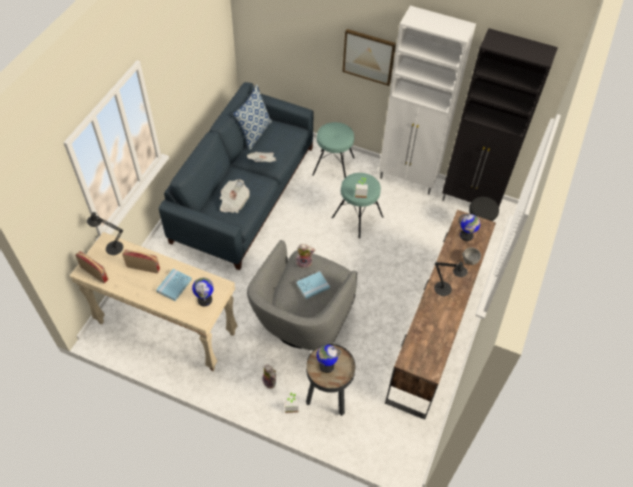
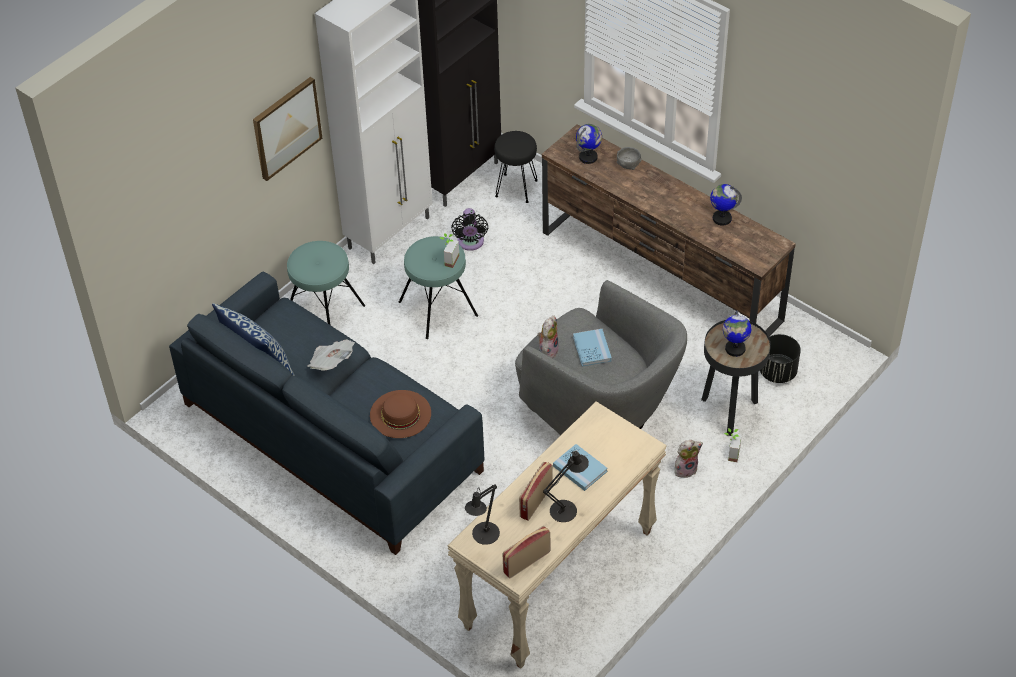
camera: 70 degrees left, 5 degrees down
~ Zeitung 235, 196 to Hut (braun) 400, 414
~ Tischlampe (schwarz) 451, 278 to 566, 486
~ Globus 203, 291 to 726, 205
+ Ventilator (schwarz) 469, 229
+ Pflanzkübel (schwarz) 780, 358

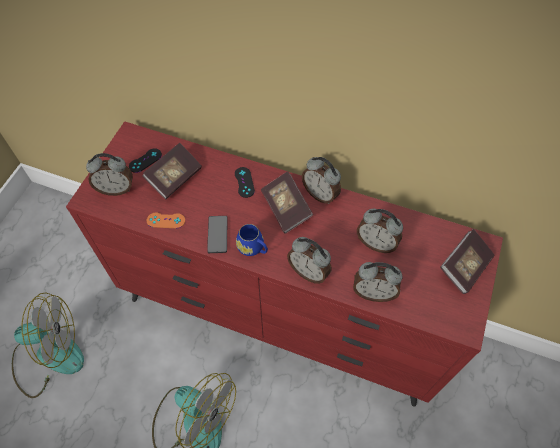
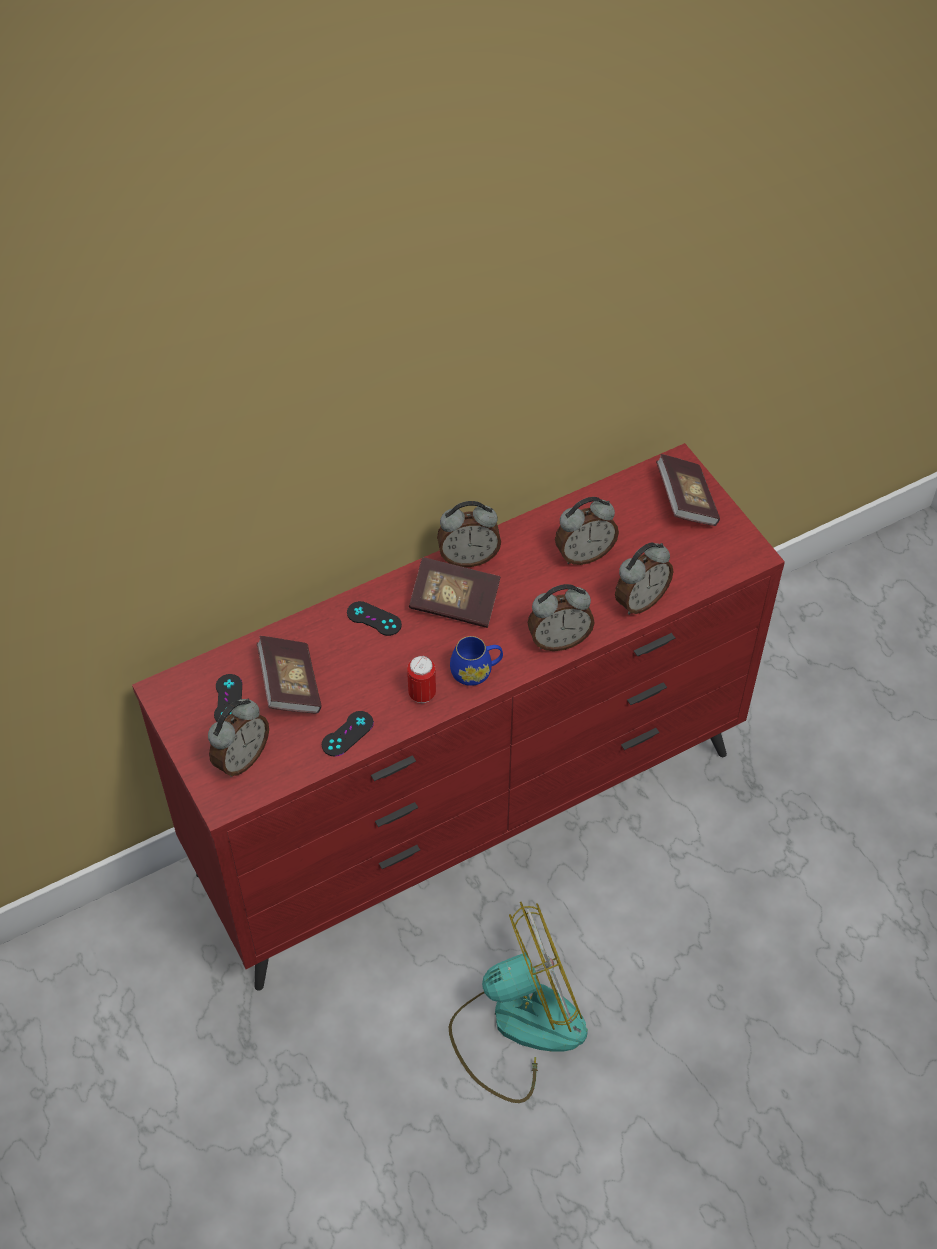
camera: 50 degrees left, 5 degrees down
~ Gamepad (orange) 166, 220 to Gamepad (schwarz) 348, 734
~ Handy 217, 234 to Dose 421, 679
- Ventilator 48, 345

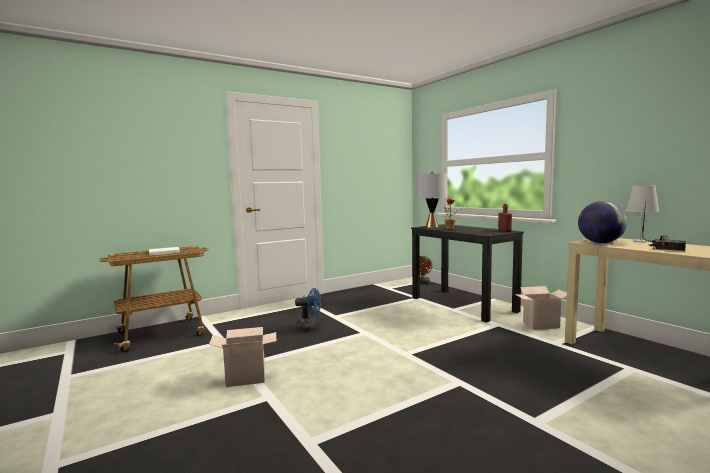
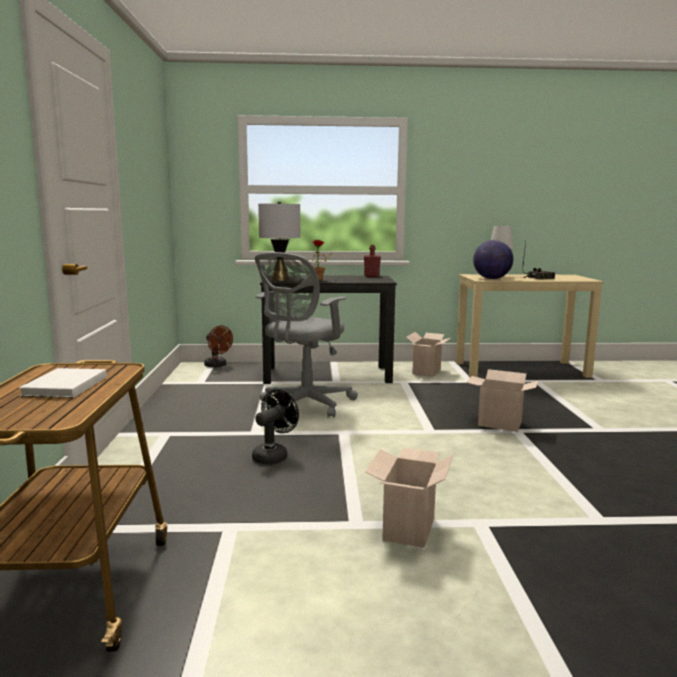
camera: 60 degrees left, 5 degrees up
~ Ventilator (blau) 308, 309 to Ventilator (schwarz) 275, 427
+ Bürostuhl (grau) 306, 335
+ Karton 502, 400

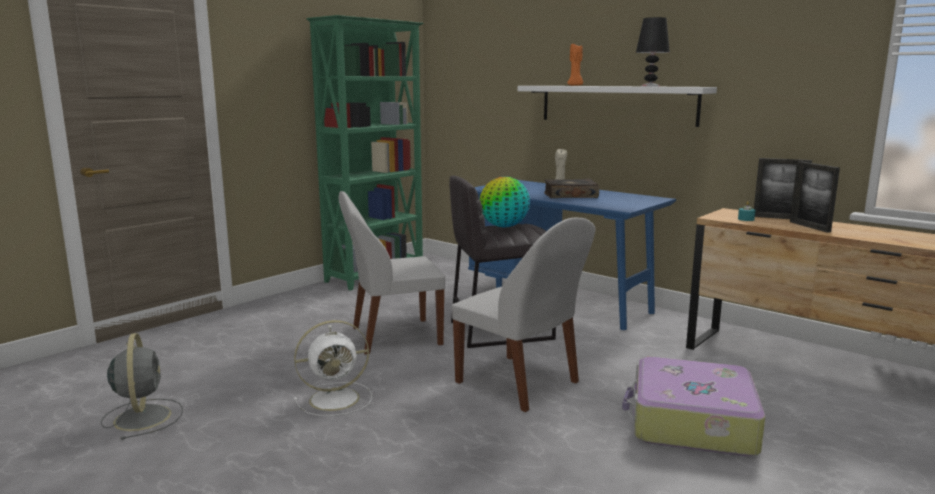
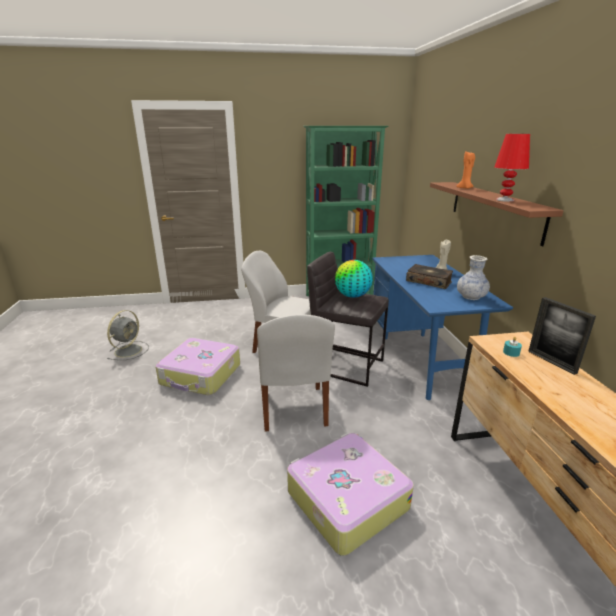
camera: 40 degrees right, 10 degrees up
~ Tischlampe (schwarz) 653, 52 to Tischlampe (rot) 512, 168
~ Wandregal (weiß) 617, 106 to Wandregal (braun) 497, 214
- Bilderrahmen 815, 197
~ Ventilator (weiß) 333, 368 to Koffer 197, 366
+ Vase 473, 277

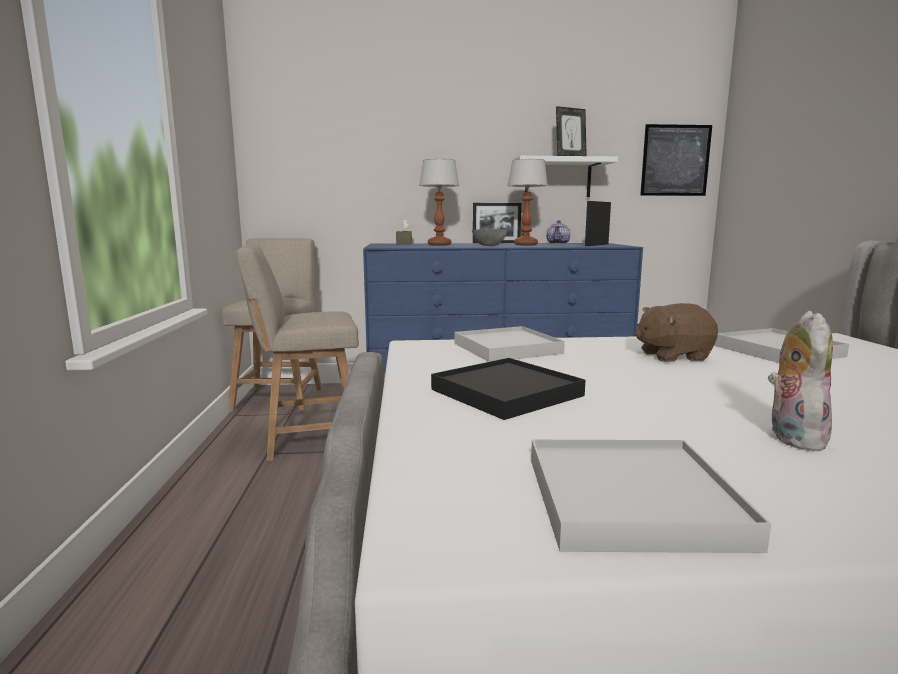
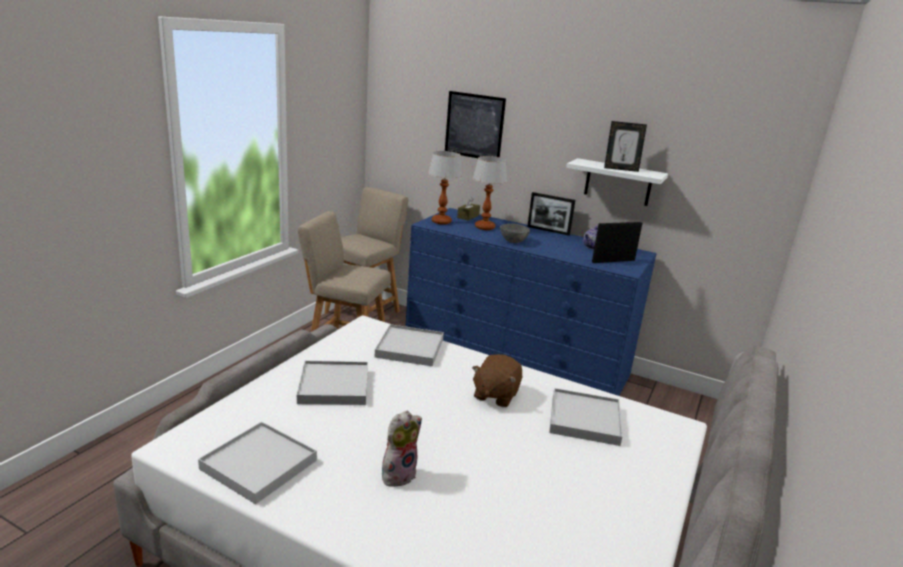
camera: 30 degrees right, 10 degrees up
~ Bild 676, 160 to 475, 124
~ Tischlampe 528, 202 to 445, 188
~ Plüschtier (braun) 676, 332 = 497, 380 90 degrees counterclockwise
~ Tablett (schwarz) 508, 389 to Tablett (weiß) 332, 383

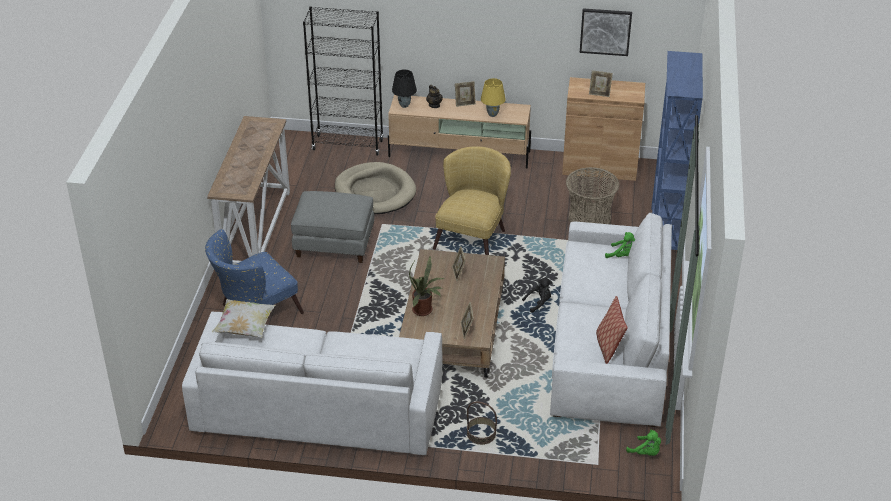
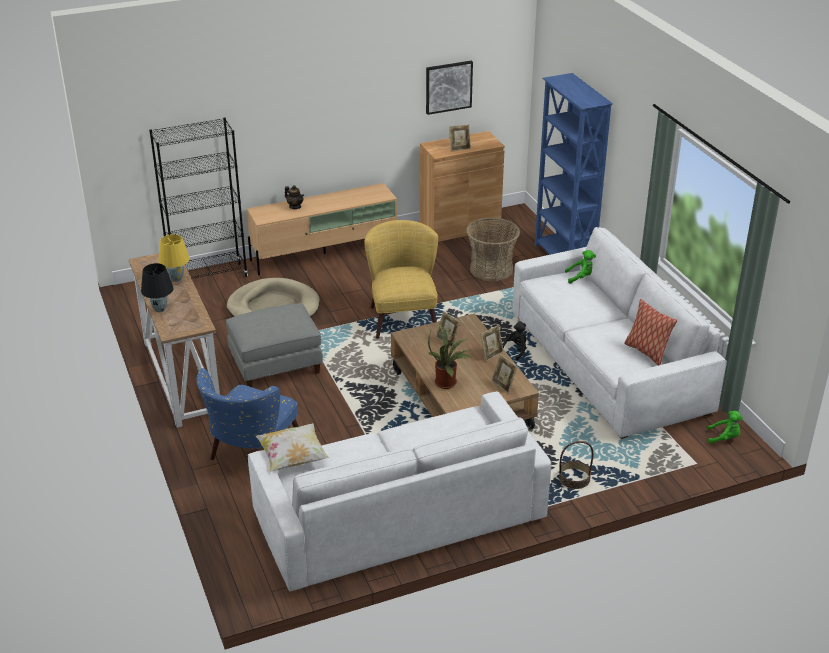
camera: 30 degrees left, 5 degrees down
~ Tischlampe (schwarz) 404, 88 to 157, 287
~ Tischlampe (gelb) 493, 97 to 174, 258
~ Bilderrahmen 465, 94 to 492, 343

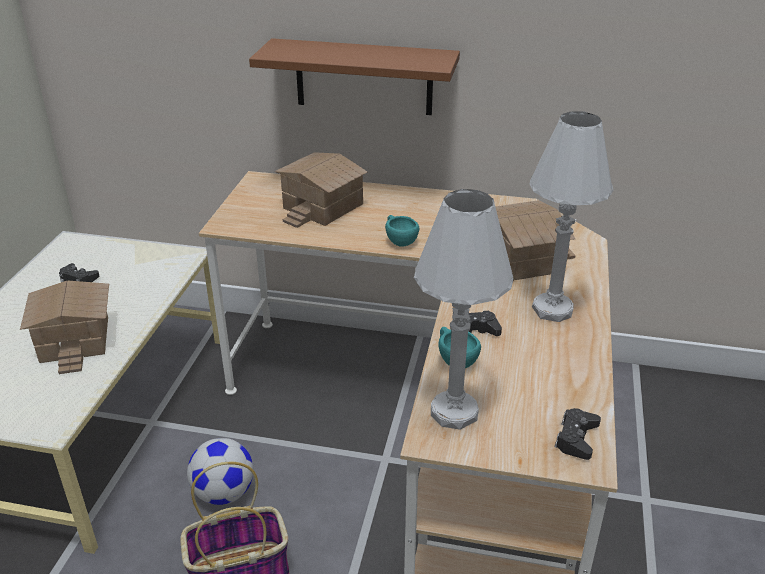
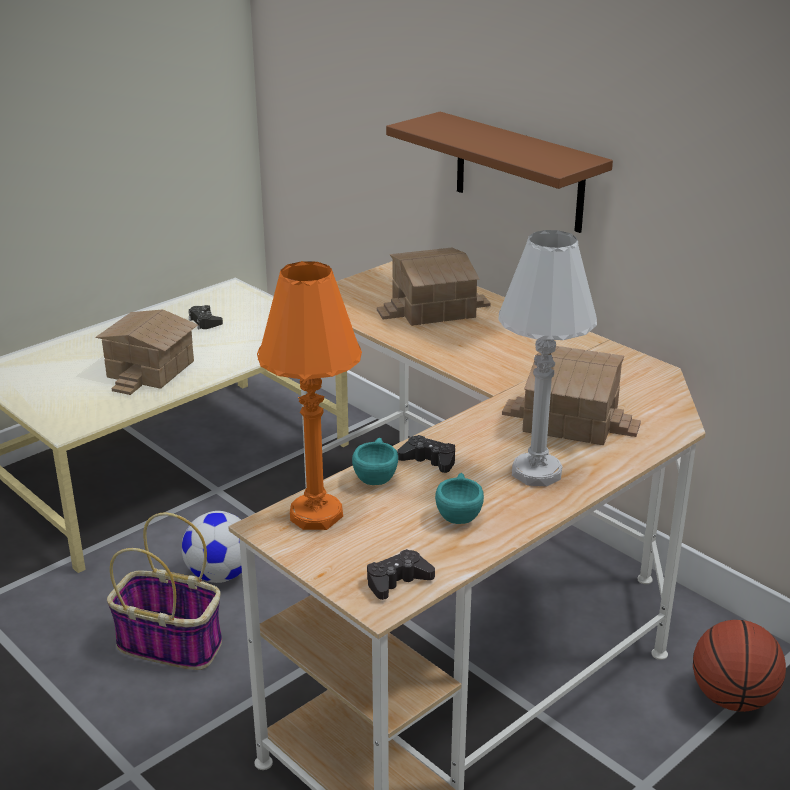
camera: 35 degrees right, 5 degrees down
~ Tischlampe (weiß) 464, 309 to Tischlampe (orange) 309, 395
~ Tasse (türkis) 402, 231 to 459, 498
+ Basketball 739, 666

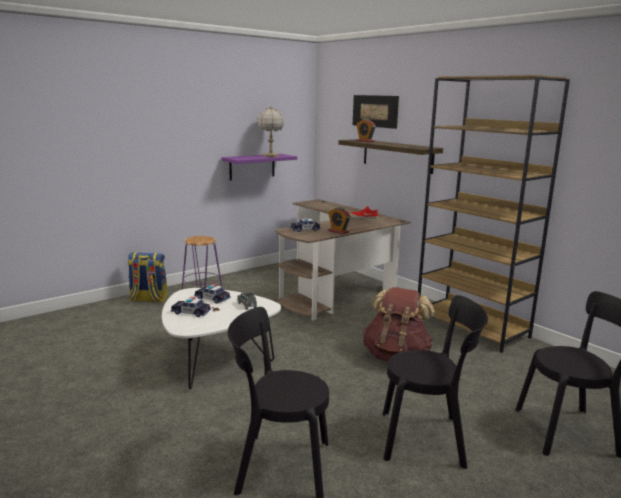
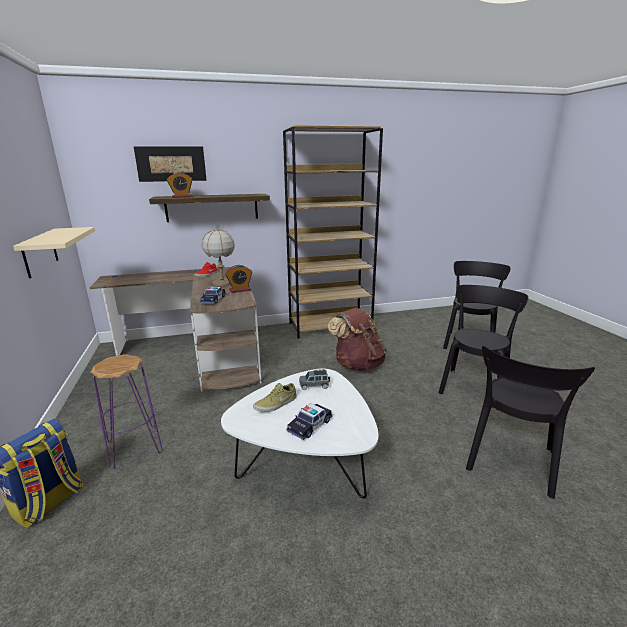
camera: 65 degrees left, 5 degrees up
~ Tischlampe 270, 132 to 218, 256
~ Wandregal (lila) 259, 167 to Wandregal (beige) 54, 253
~ Spielzeugauto 212, 293 to Schuh (beige) 275, 397

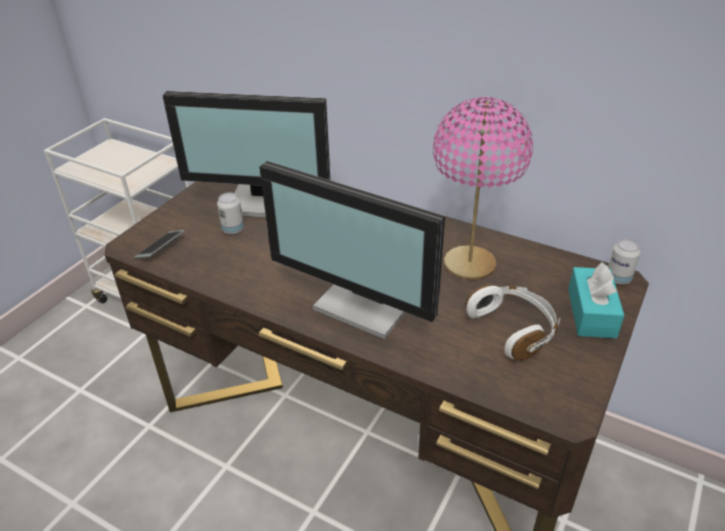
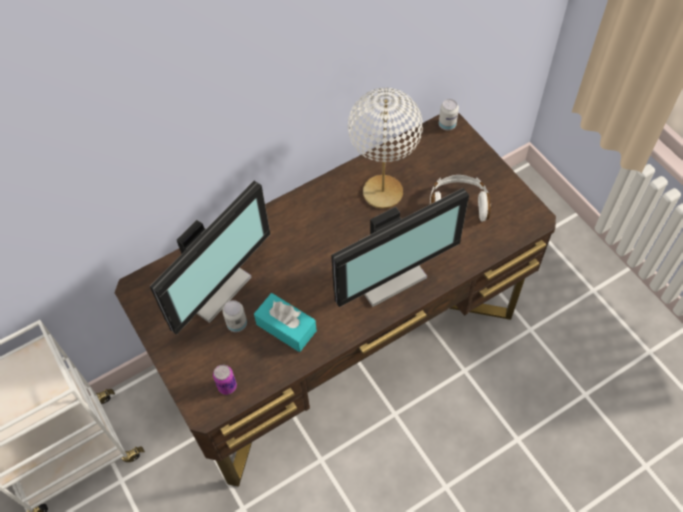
camera: 60 degrees left, 20 degrees up
~ Tischlampe (rosa) 483, 188 to Tischlampe (weiß) 385, 148
~ Handy 159, 244 to Dose 225, 380
~ Taschentuchbox (türkis) 596, 300 to 285, 322

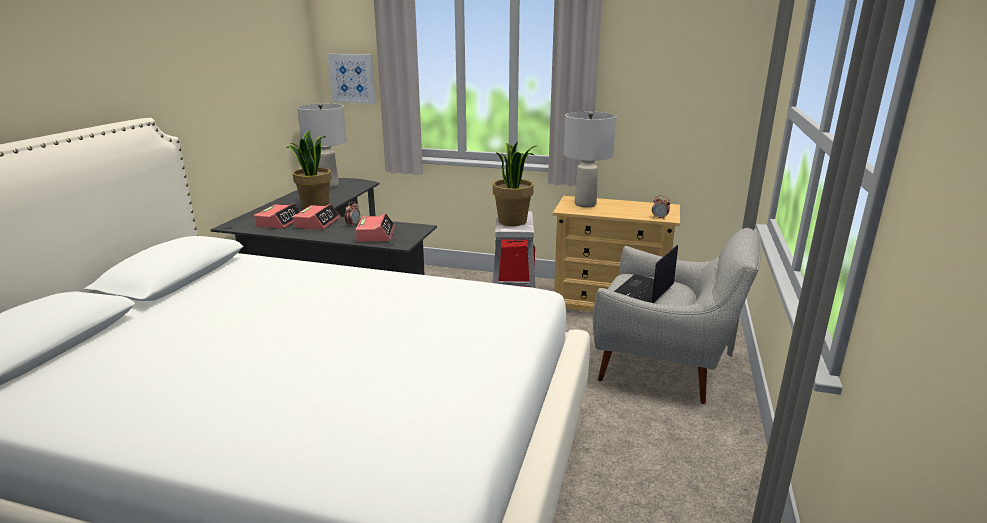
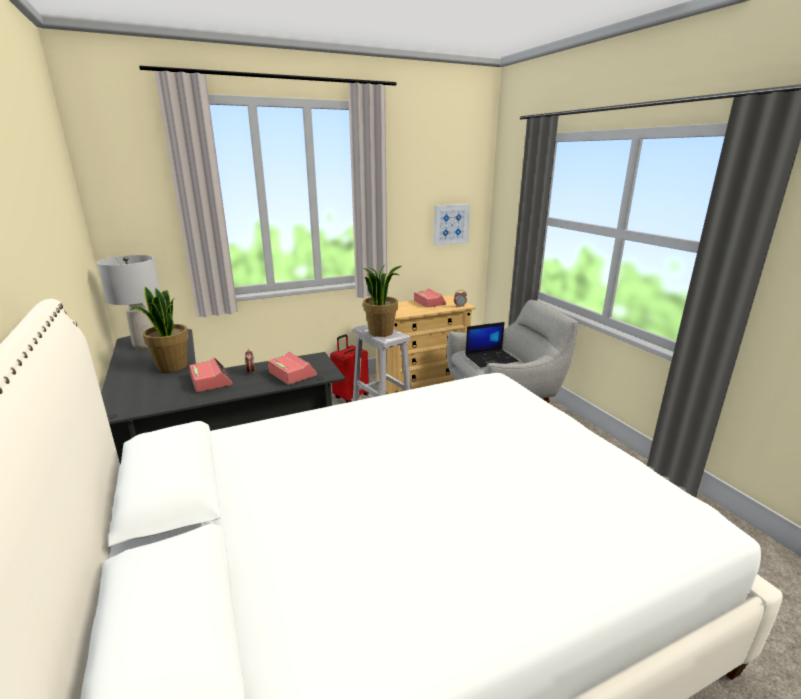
camera: 40 degrees left, 0 degrees up
~ Bild 352, 79 to 452, 225
- Tischlampe (grau) 590, 159
~ Wecker 277, 216 to 430, 298
~ Laptop 646, 274 = 492, 345 105 degrees counterclockwise

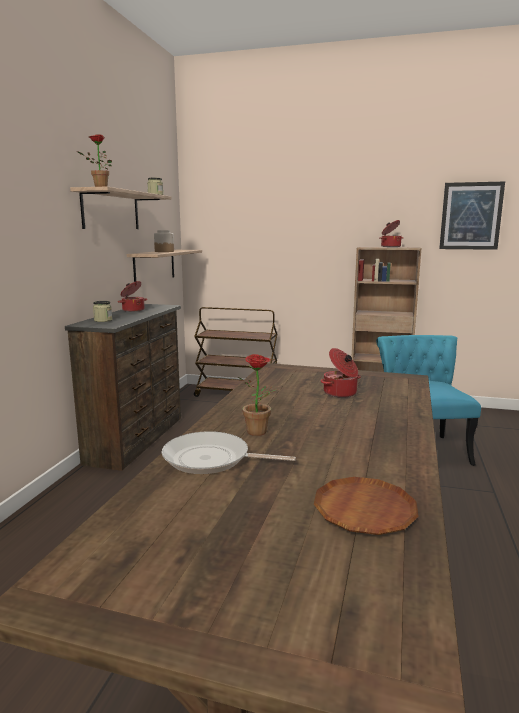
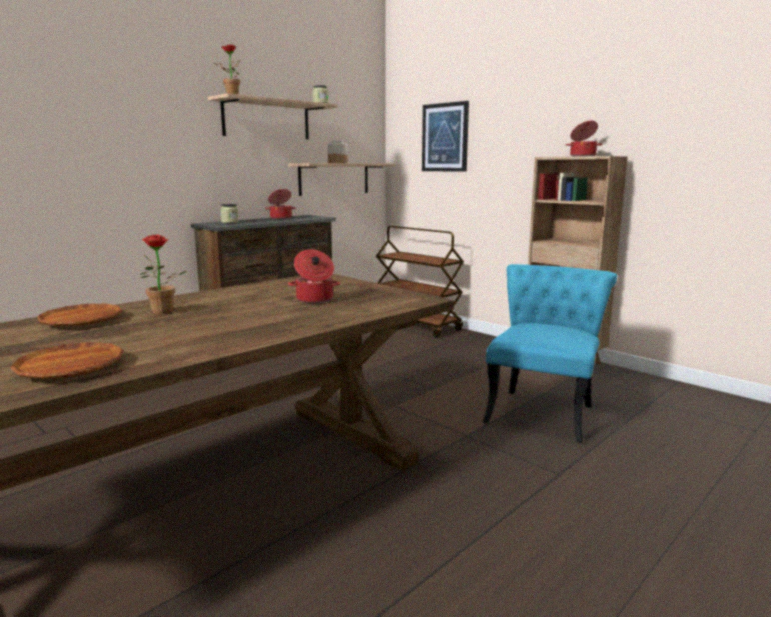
camera: 30 degrees right, 0 degrees up
~ Bild 472, 216 to 445, 136
~ Pfanne 229, 452 to Teller (braun) 80, 315

